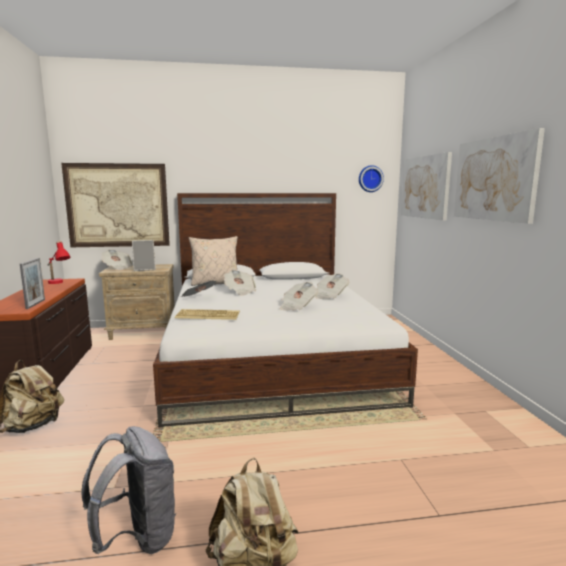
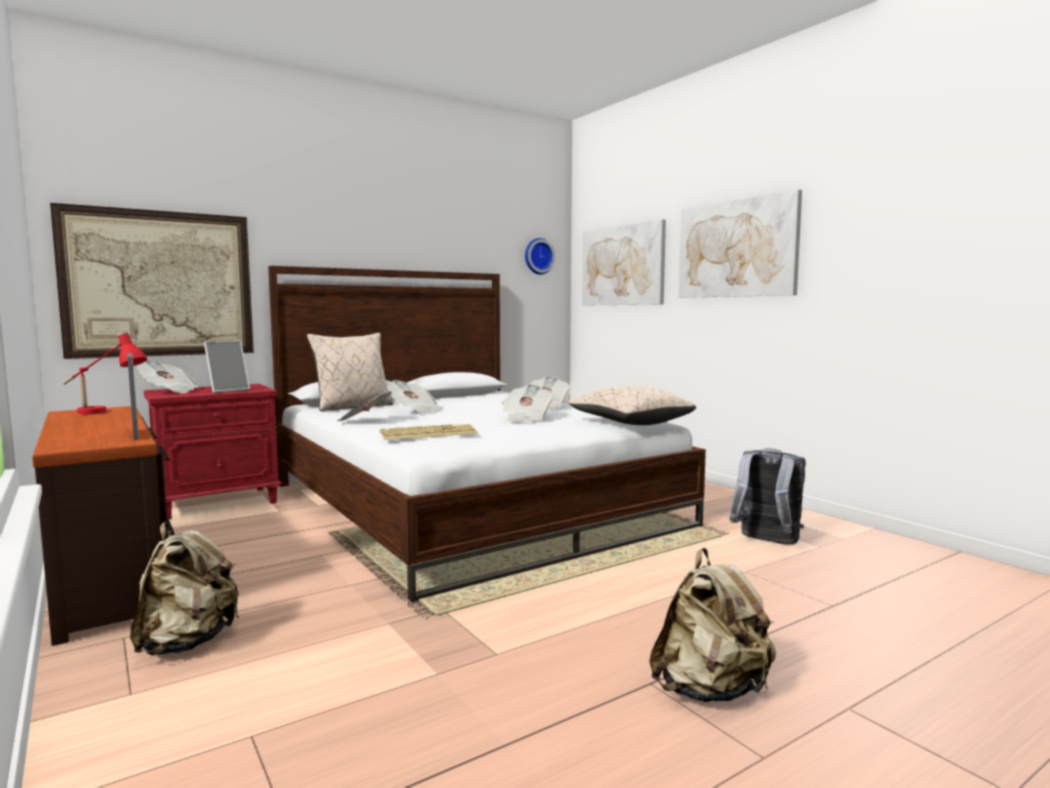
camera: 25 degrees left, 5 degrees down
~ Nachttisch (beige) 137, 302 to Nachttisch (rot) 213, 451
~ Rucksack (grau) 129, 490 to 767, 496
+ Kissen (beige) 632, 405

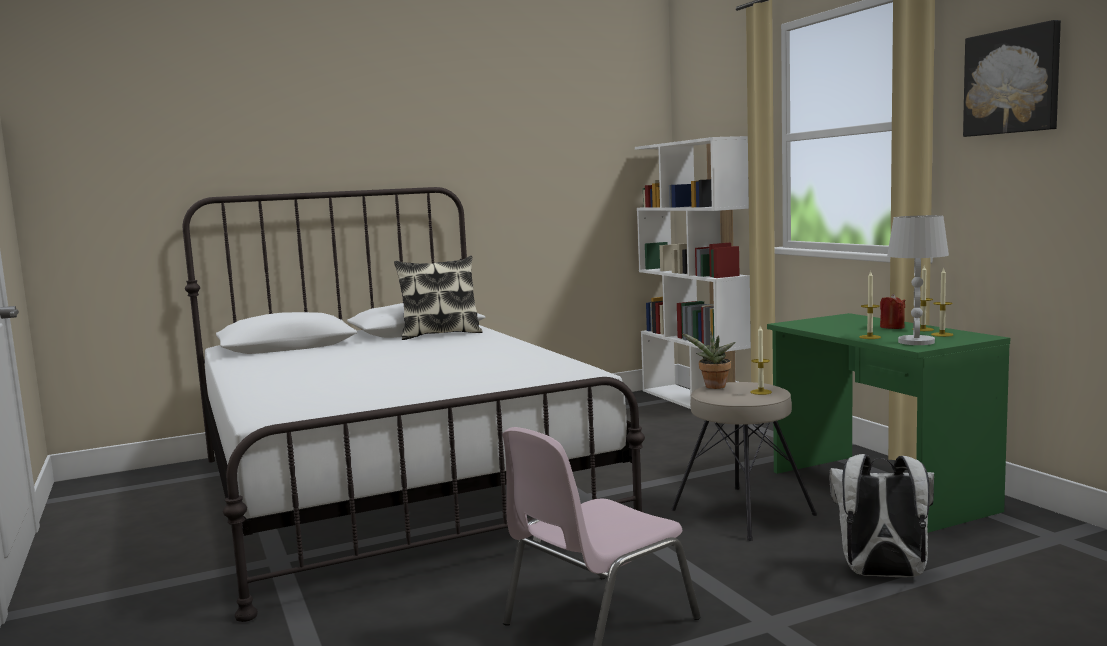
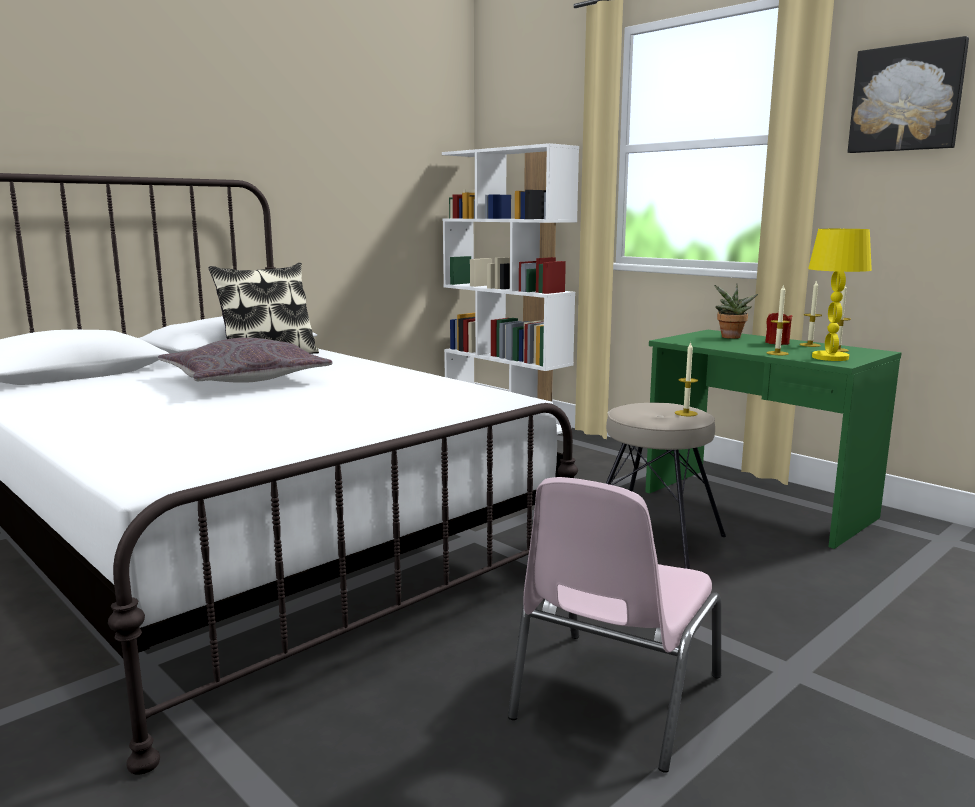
camera: 20 degrees left, 5 degrees up
~ Tischlampe (weiß) 918, 280 to Tischlampe (gelb) 840, 294
~ Topfpflanze 708, 360 to 736, 311
- Rucksack (weiß) 881, 515
+ Kissen (grau) 245, 360

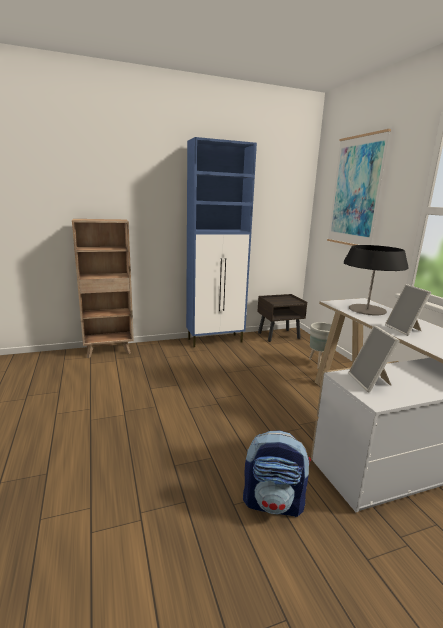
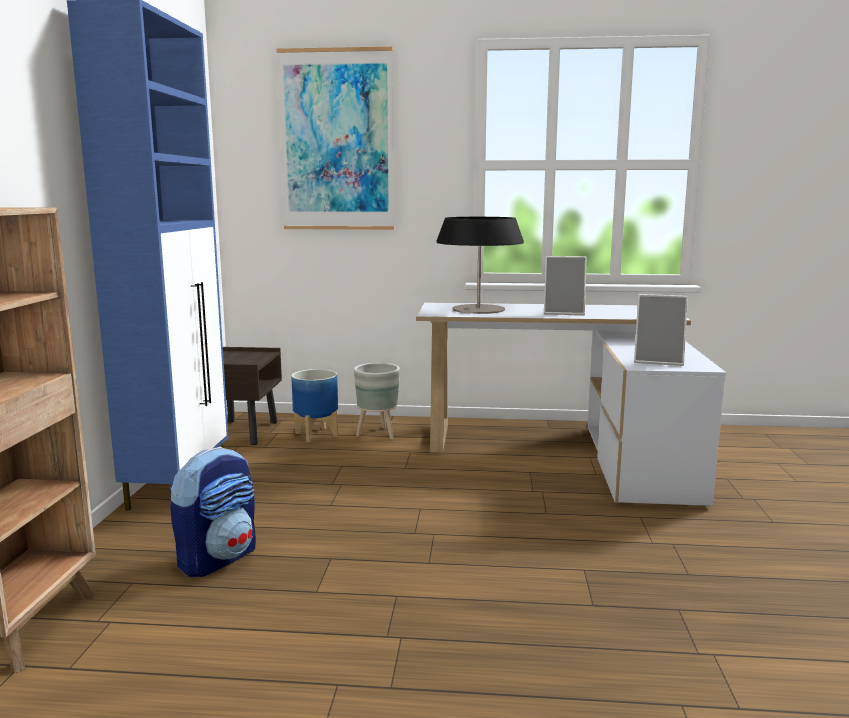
camera: 65 degrees left, 5 degrees down
~ Rucksack 277, 473 to 213, 512
+ Pflanzkübel 314, 405

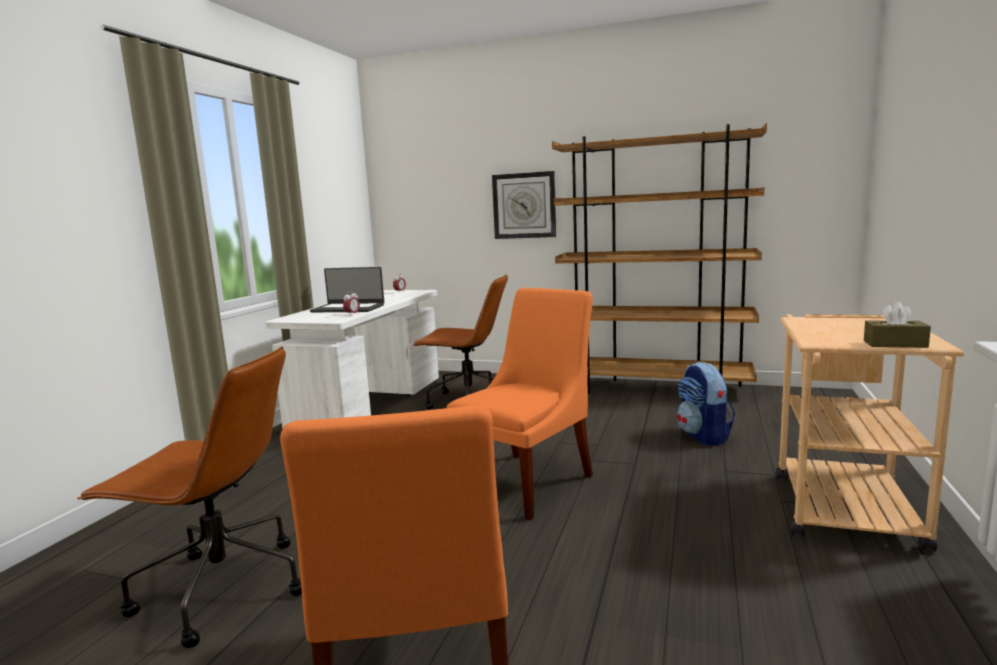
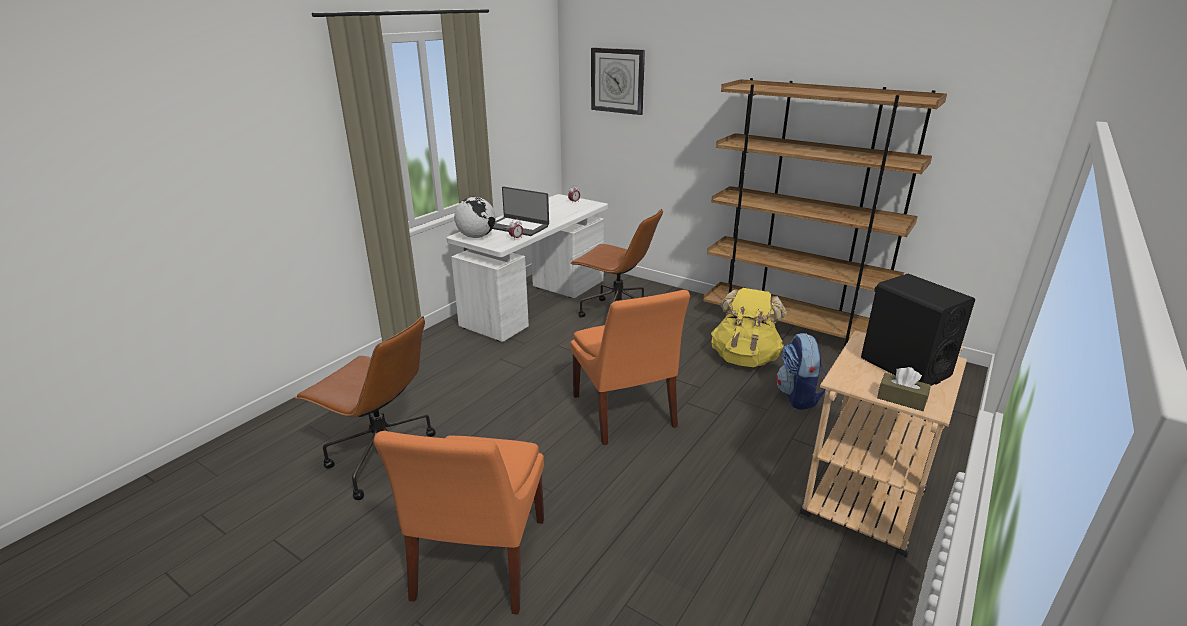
camera: 15 degrees right, 15 degrees up
~ Wanduhr 524, 205 to 618, 81
~ Stuhl (orange) 519, 404 = 630, 367 105 degrees clockwise
+ Globus 474, 217
+ Lautsprecher (schwarz) 918, 330
+ Rucksack (gelb) 749, 327

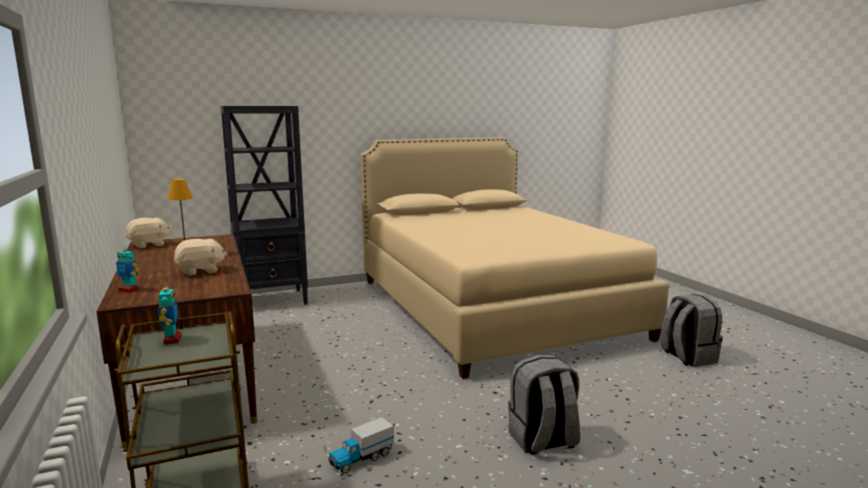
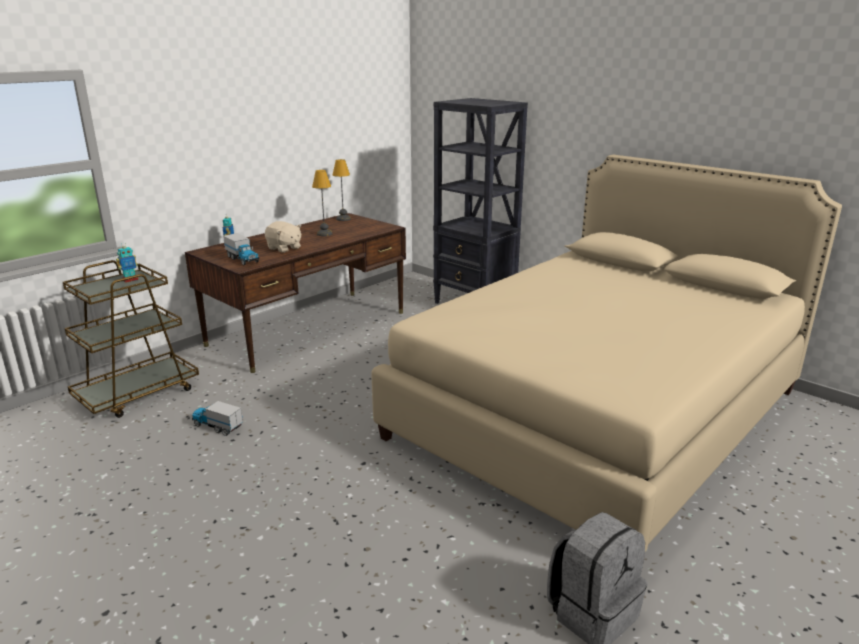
camera: 65 degrees right, 10 degrees up
~ Plüschtier (beige) 148, 233 to Tischlampe 342, 190
- Rucksack (grau) 544, 405
+ Spielzeuglaster 241, 249

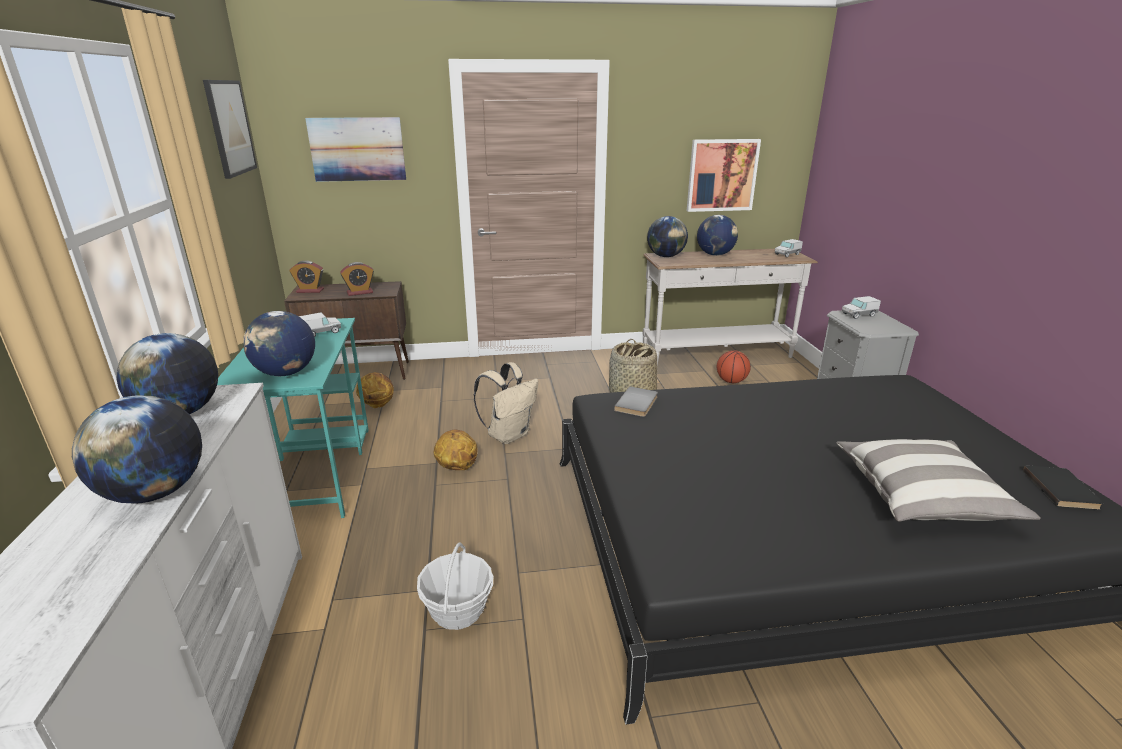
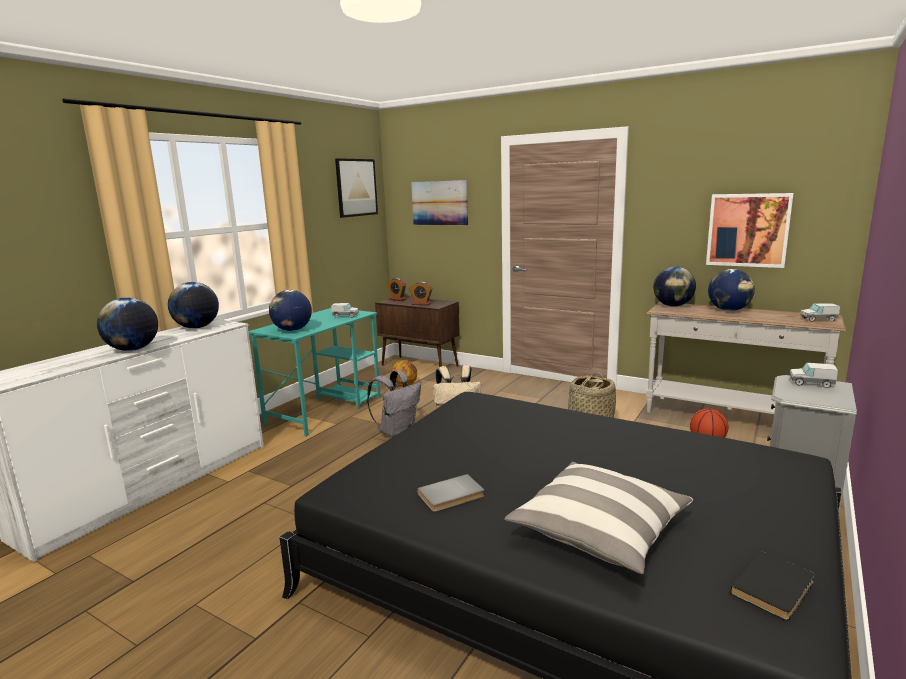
camera: 40 degrees right, 10 degrees down
~ Buch (grau) 636, 401 to 450, 493
~ Basketball 456, 450 to Rucksack (grau) 394, 404
- Korb 455, 586

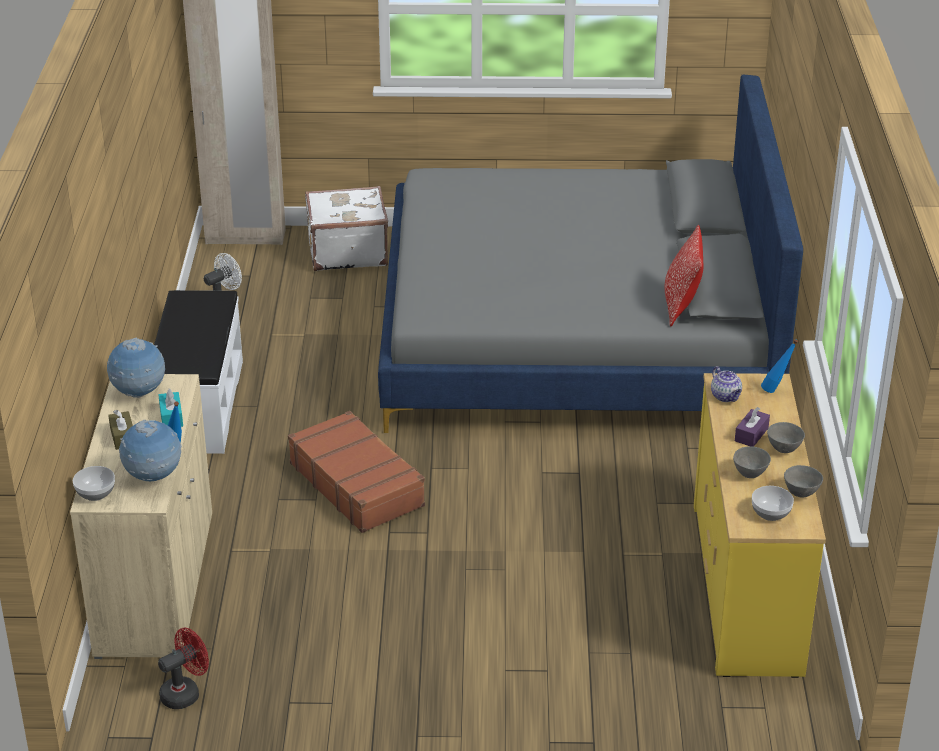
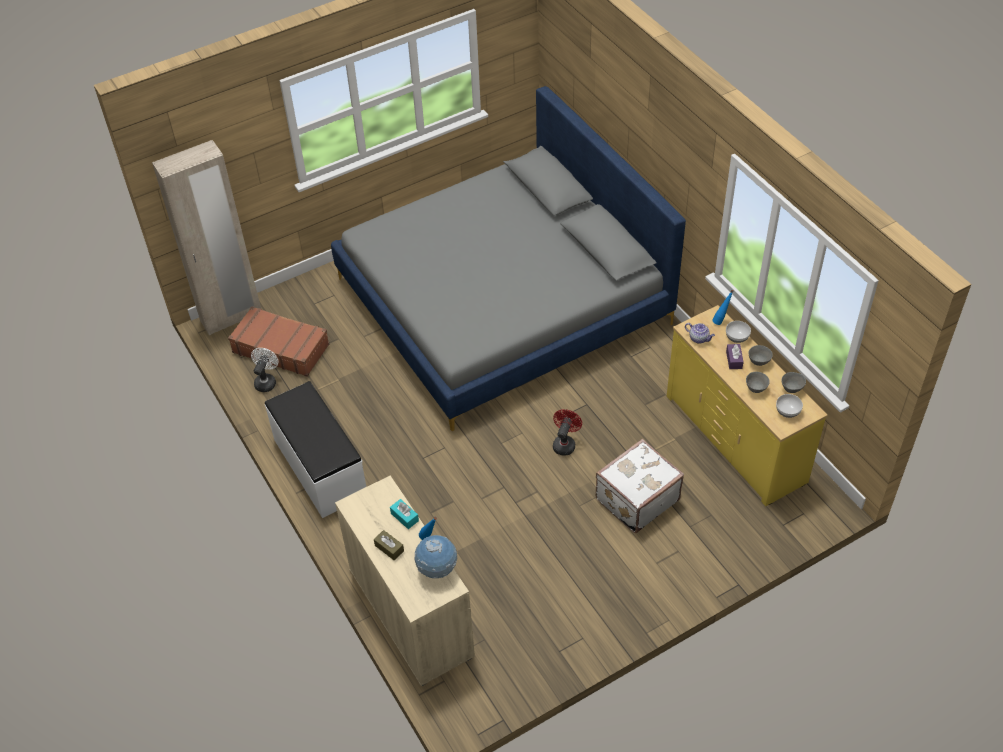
camera: 30 degrees left, 15 degrees up
~ Koffer (weiß) 346, 228 to 639, 486
- Kissen 683, 275
- Globus 136, 368
~ Koffer (braun) 356, 472 to 278, 341
~ Schüssel 94, 483 to 738, 332
~ Ventilator (rot) 183, 668 to 567, 432

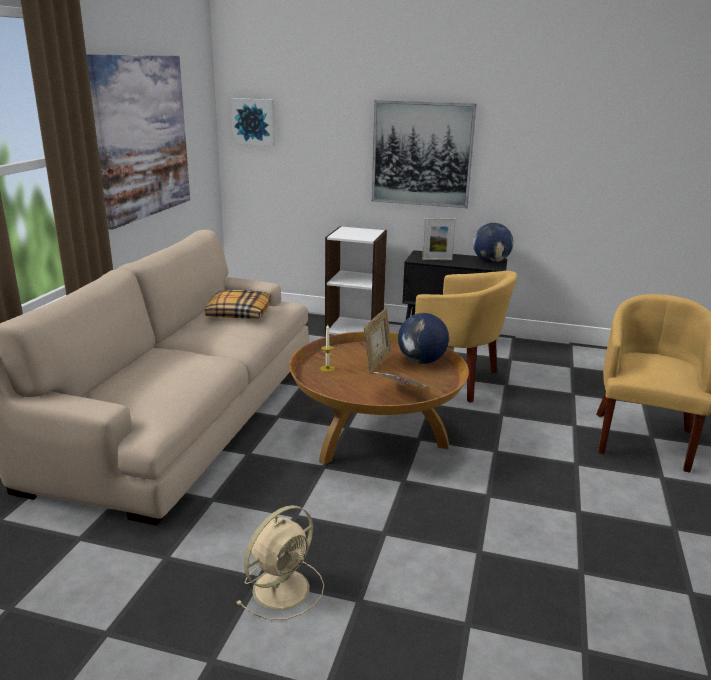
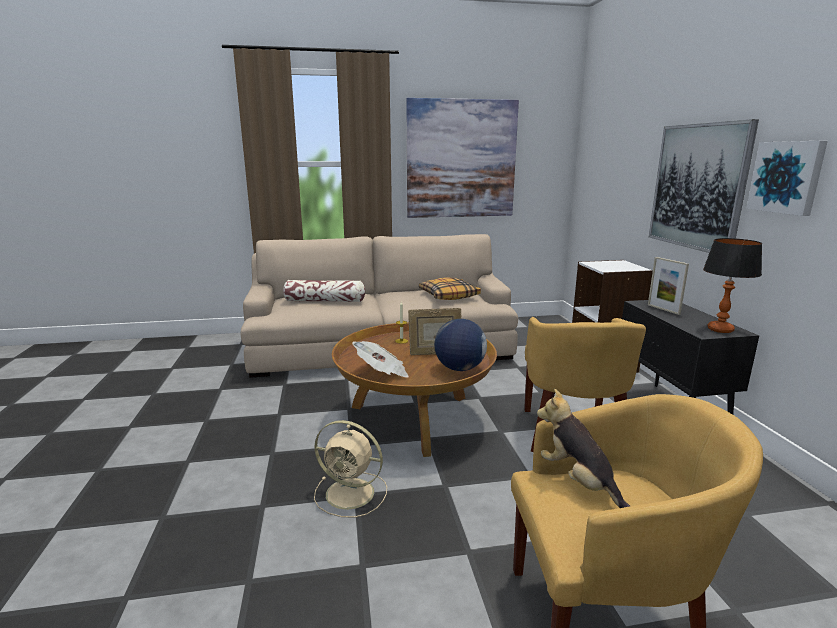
camera: 65 degrees right, 5 degrees down
~ Bild 253, 122 to 787, 178
~ Globus 493, 243 to Tischlampe 732, 285
~ Ventilator (beige) 280, 562 to 350, 469
+ Kissen 324, 291
+ Plüschtier 583, 448

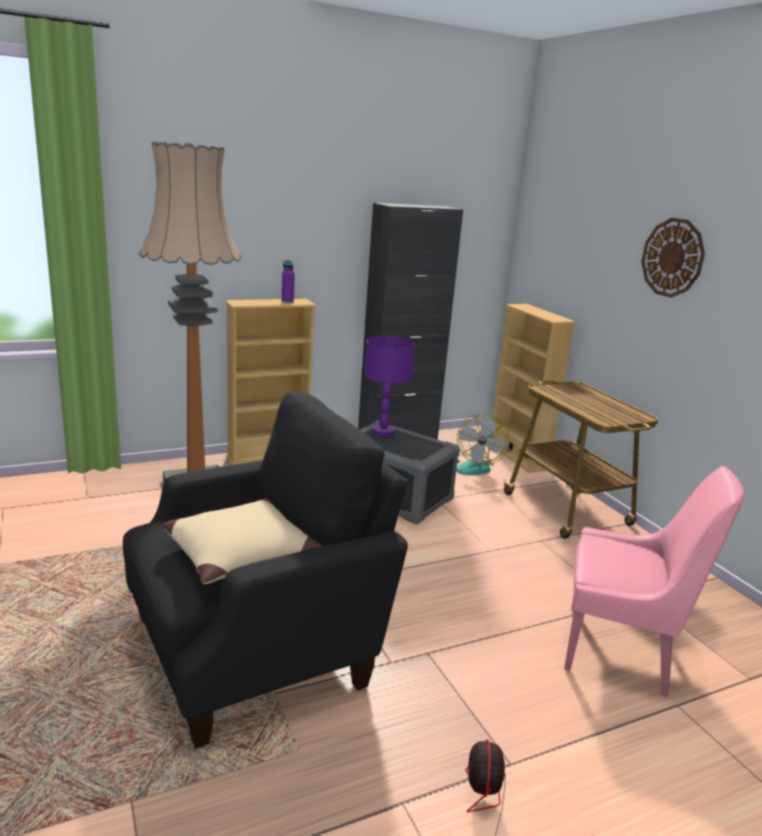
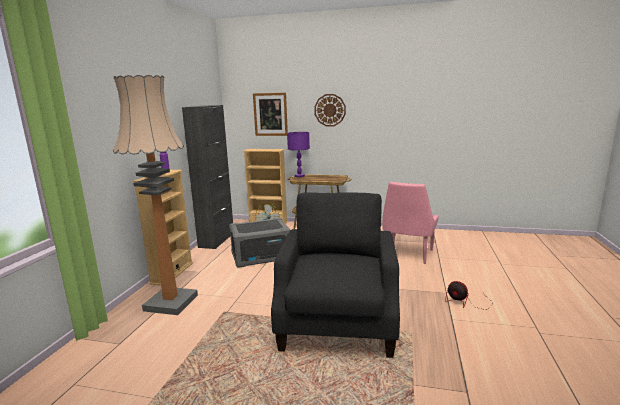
camera: 50 degrees left, 5 degrees down
~ Tischlampe (lila) 389, 386 to 298, 154
~ Stuhl (rosa) 654, 581 = 410, 223 150 degrees clockwise
- Kissen (beige) 243, 541
+ Bild 270, 114

